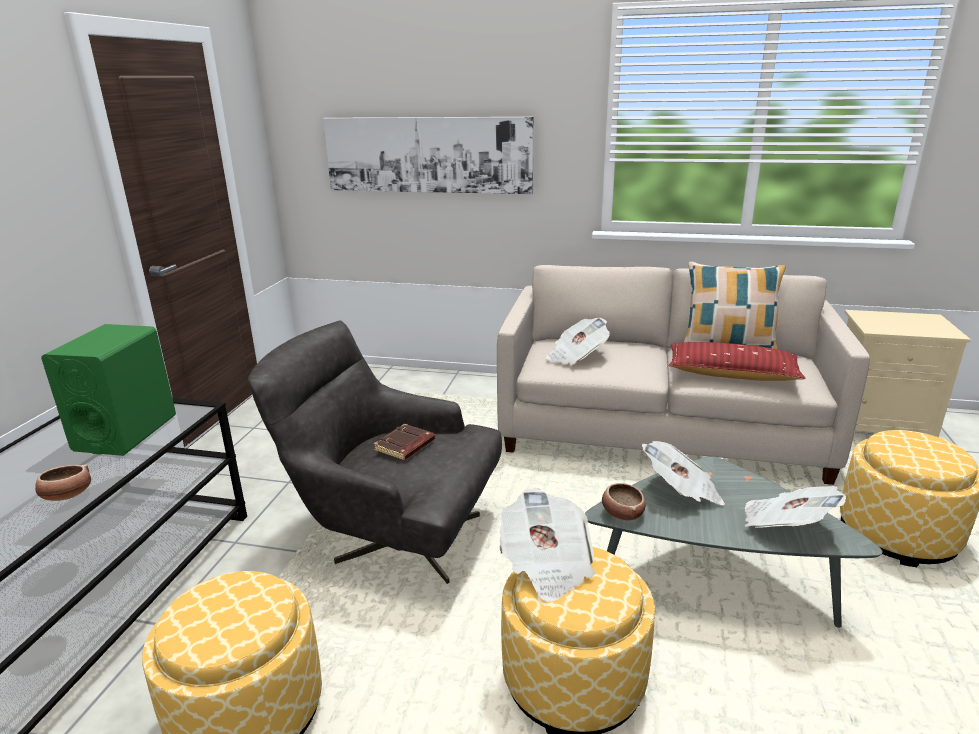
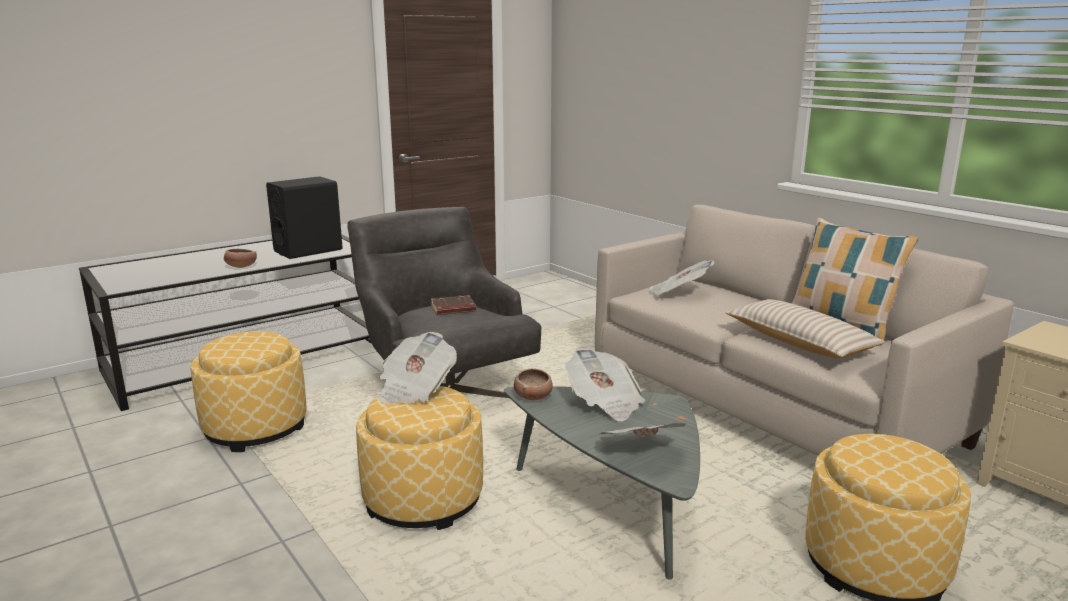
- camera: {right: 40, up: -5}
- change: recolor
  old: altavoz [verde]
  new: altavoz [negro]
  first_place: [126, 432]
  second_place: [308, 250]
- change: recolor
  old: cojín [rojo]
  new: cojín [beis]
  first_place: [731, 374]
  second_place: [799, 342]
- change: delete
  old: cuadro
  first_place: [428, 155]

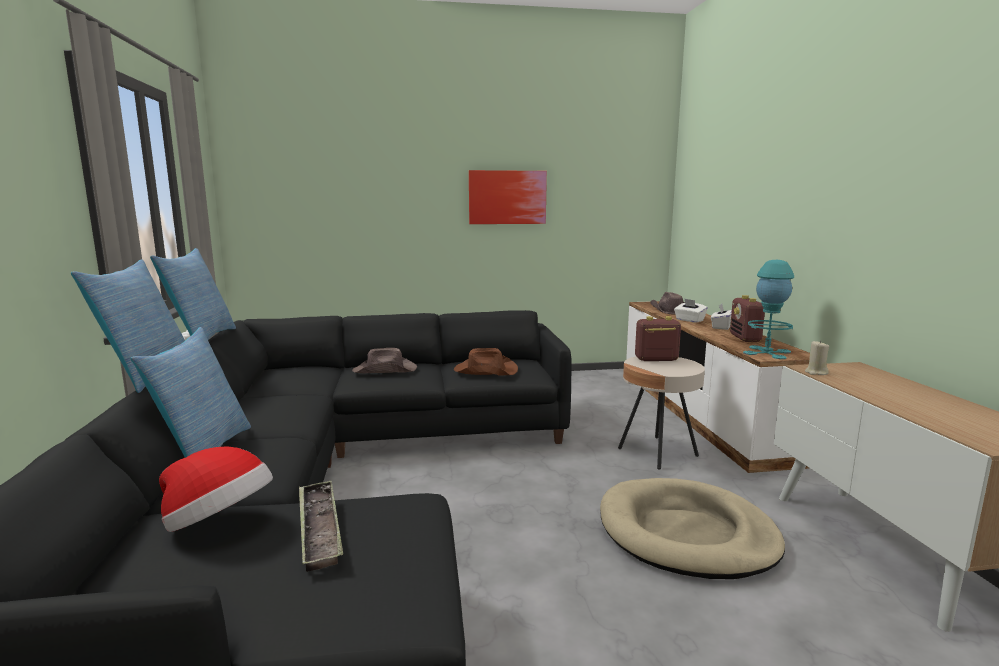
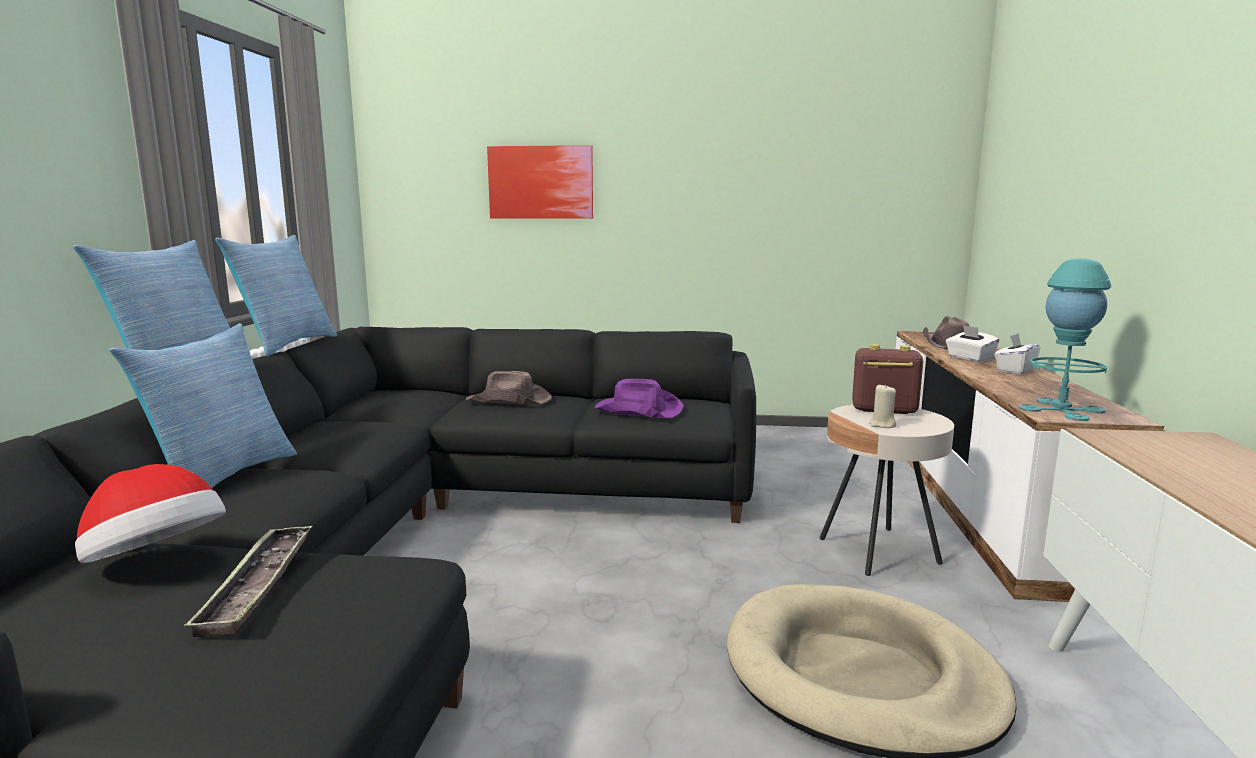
- camera: {right: 15, up: 0}
- change: move
  old: cuadro
  first_place: [507, 197]
  second_place: [541, 182]
- change: recolor
  old: sombrero [marrón]
  new: sombrero [morado]
  first_place: [485, 370]
  second_place: [638, 410]
- change: move
  old: vela [beis]
  first_place: [816, 372]
  second_place: [882, 425]
- change: delete
  old: radio
  first_place: [745, 338]

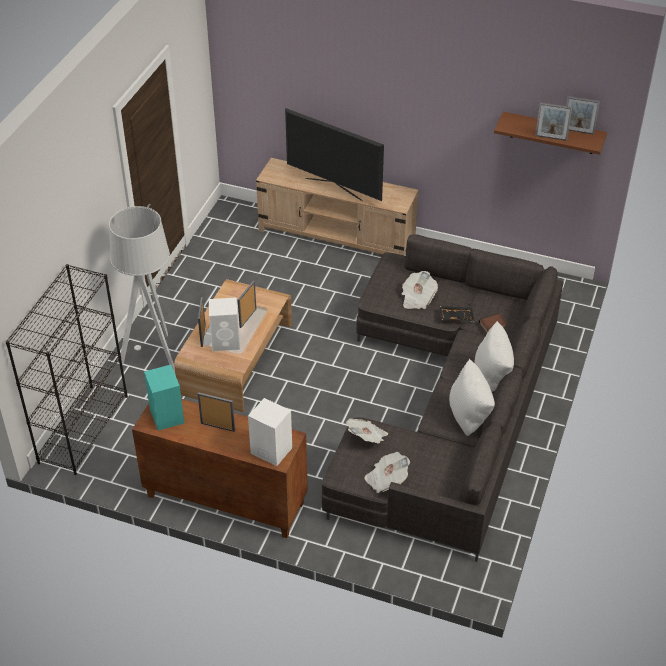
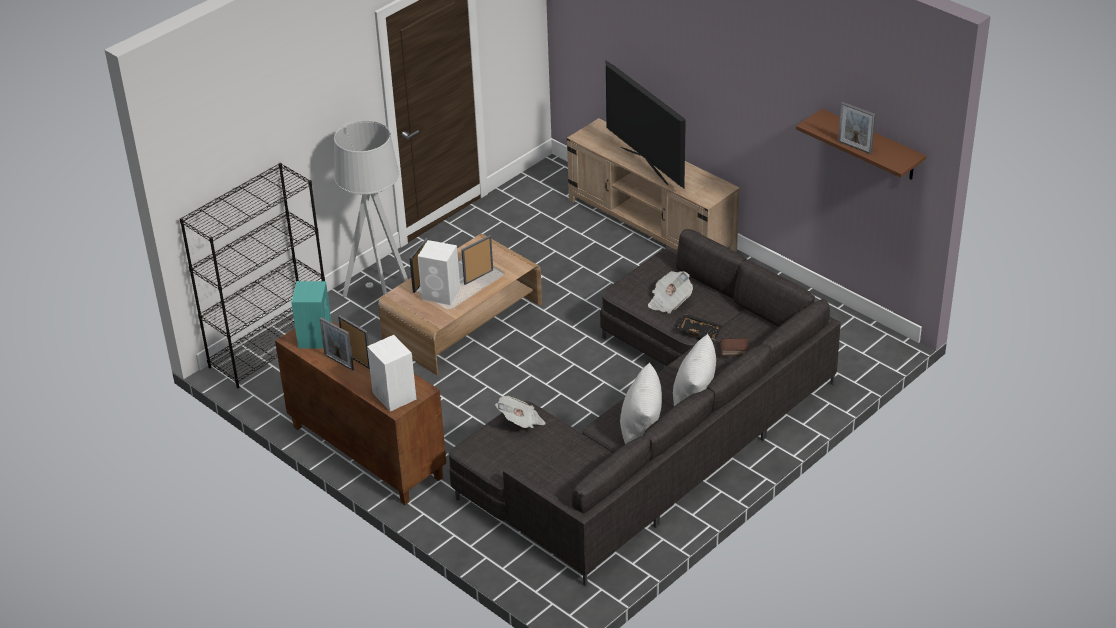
- camera: {right: 25, up: -5}
- change: move
  old: portarretratos
  first_place: [578, 131]
  second_place: [339, 362]
- change: delete
  old: periódico
  first_place: [386, 479]

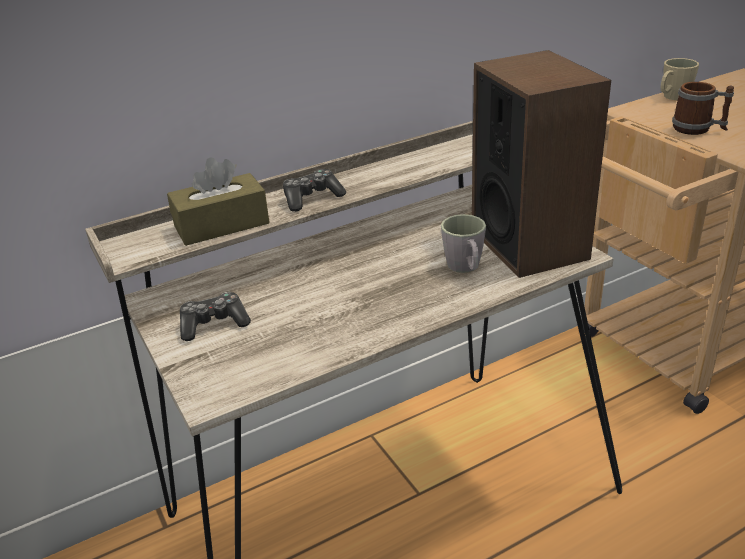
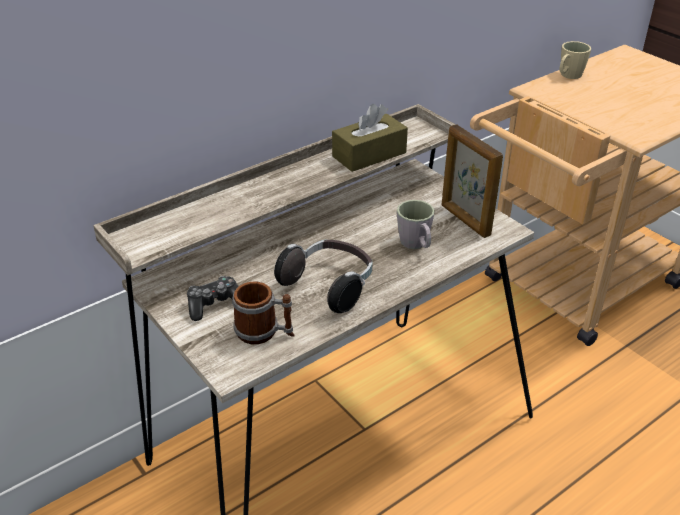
- camera: {right: -10, up: 5}
- change: move
  old: taza grande
  first_place: [698, 129]
  second_place: [264, 333]
- change: insert
  new: auriculares
  second_place: [329, 286]
- change: move
  old: caja de pañuelos [marrón]
  first_place: [221, 225]
  second_place: [369, 155]
- change: replace
  old: altavoz
  new: portarretratos
  first_place: [529, 244]
  second_place: [464, 220]
- change: delete
  old: mando de consola
  first_place: [312, 198]

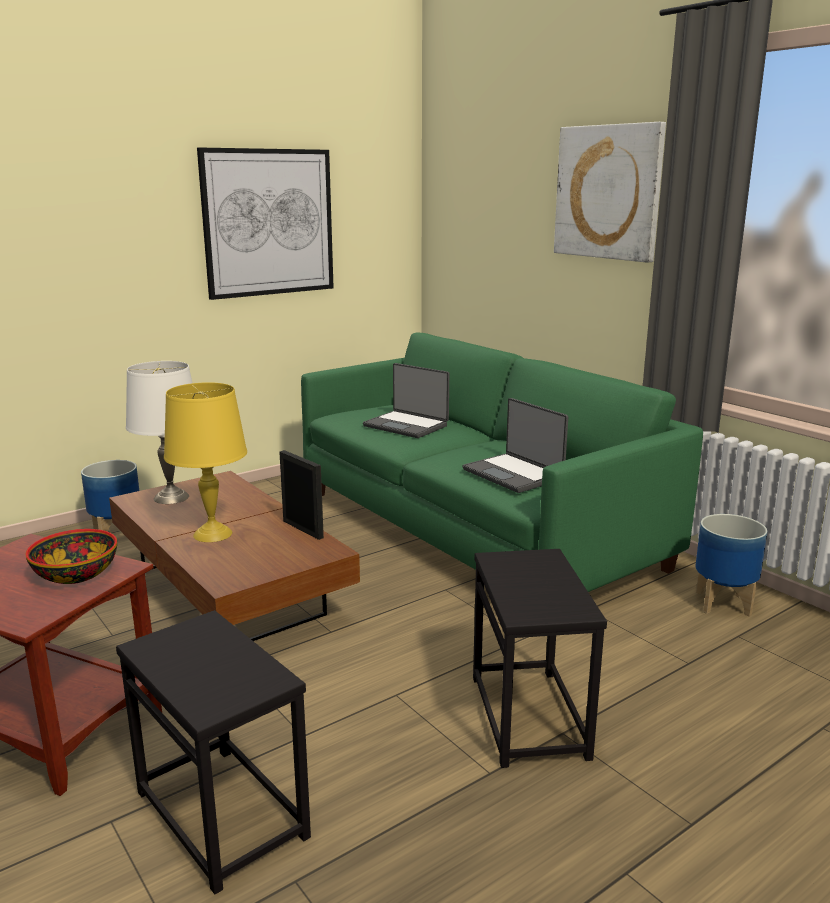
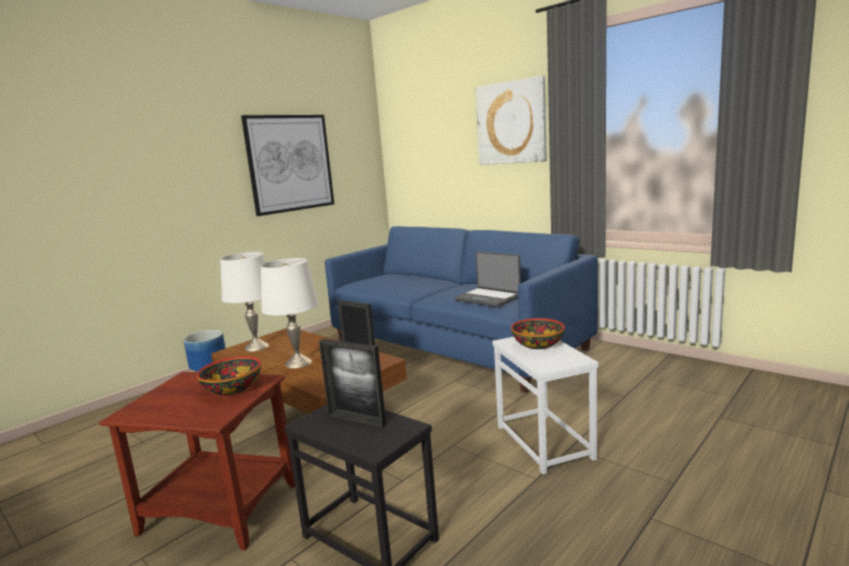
- camera: {right: -10, up: -5}
- change: recolor
  old: lámpara de mesa [amarillo]
  new: lámpara de mesa [blanco]
  first_place: [213, 534]
  second_place: [298, 362]
- change: insert
  new: portarretratos
  second_place: [356, 420]
- change: recolor
  old: sofá [verde]
  new: sofá [azul]
  first_place: [475, 529]
  second_place: [455, 344]
- change: recolor
  old: mesa auxiliar [negro]
  new: mesa auxiliar [blanco]
  first_place: [530, 716]
  second_place: [545, 442]
- change: insert
  new: cuenco
  second_place: [537, 345]
- change: delete
  old: portátil
  first_place: [407, 425]
- change: delete
  old: maceta
  first_place: [724, 603]

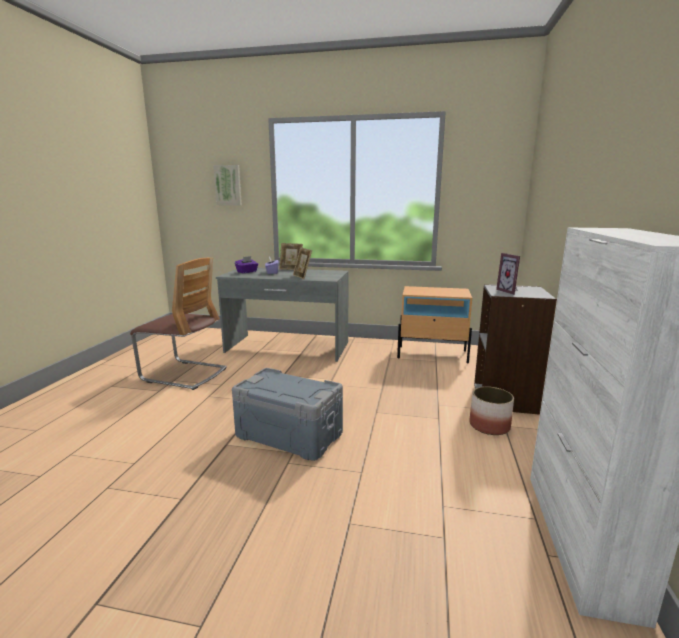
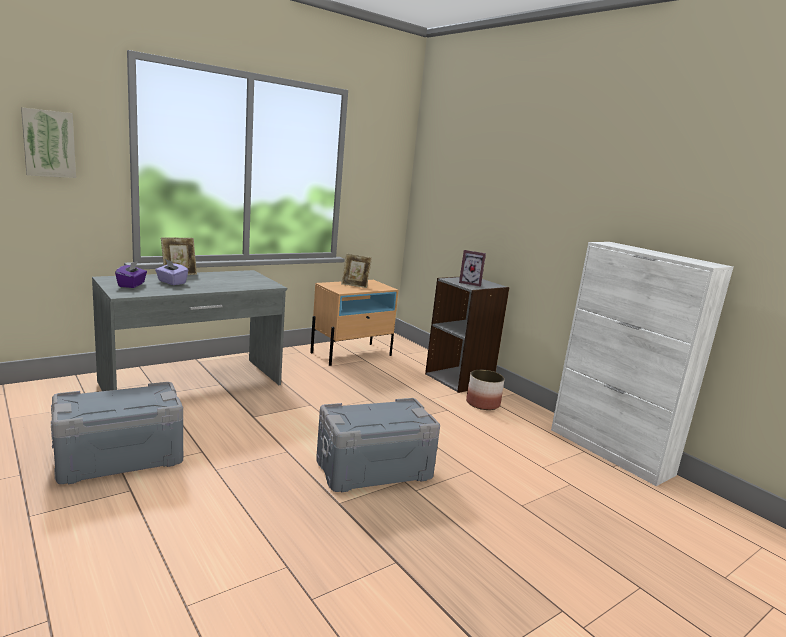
- camera: {right: -50, up: 0}
- change: replace
  old: silla
  new: caja de almacenaje [gris]
  first_place: [184, 374]
  second_place: [120, 458]
- change: move
  old: portarretratos
  first_place: [302, 277]
  second_place: [355, 285]

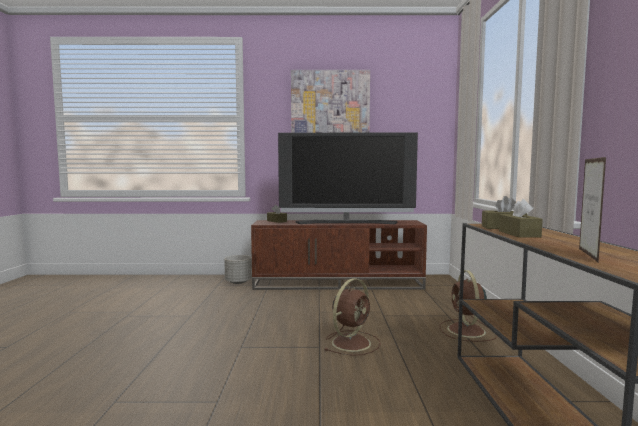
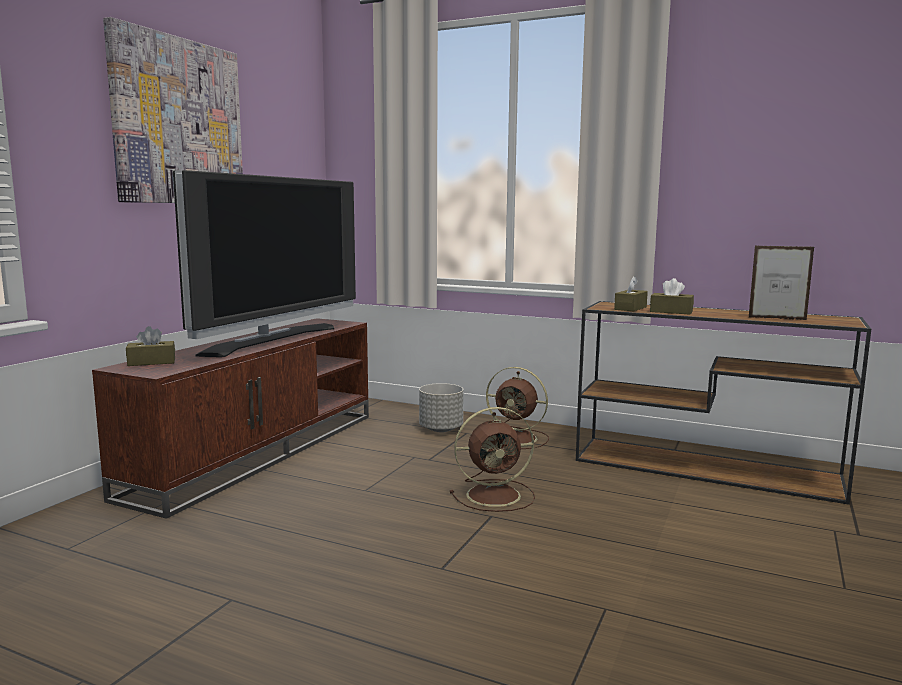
- camera: {right: -65, up: 5}
- change: move
  old: maceta [gris]
  first_place: [238, 282]
  second_place: [440, 429]
- change: rotate
  old: ventilador [marrón]
  first_place: [352, 342]
  second_place: [496, 495]
  degrees: 105
- change: rotate
  old: portarretratos
  first_place: [587, 255]
  second_place: [777, 318]
  degrees: 150

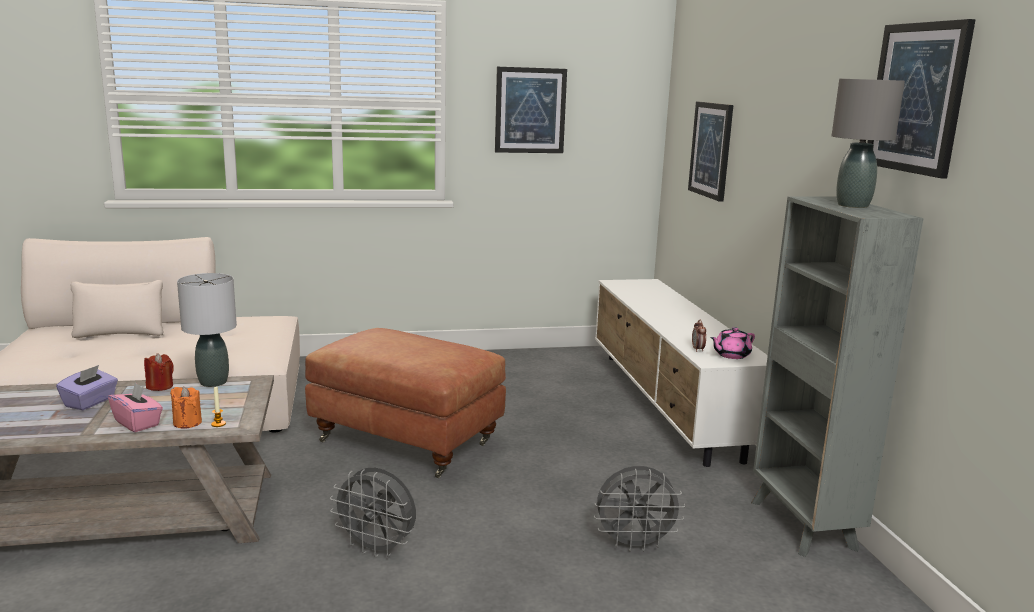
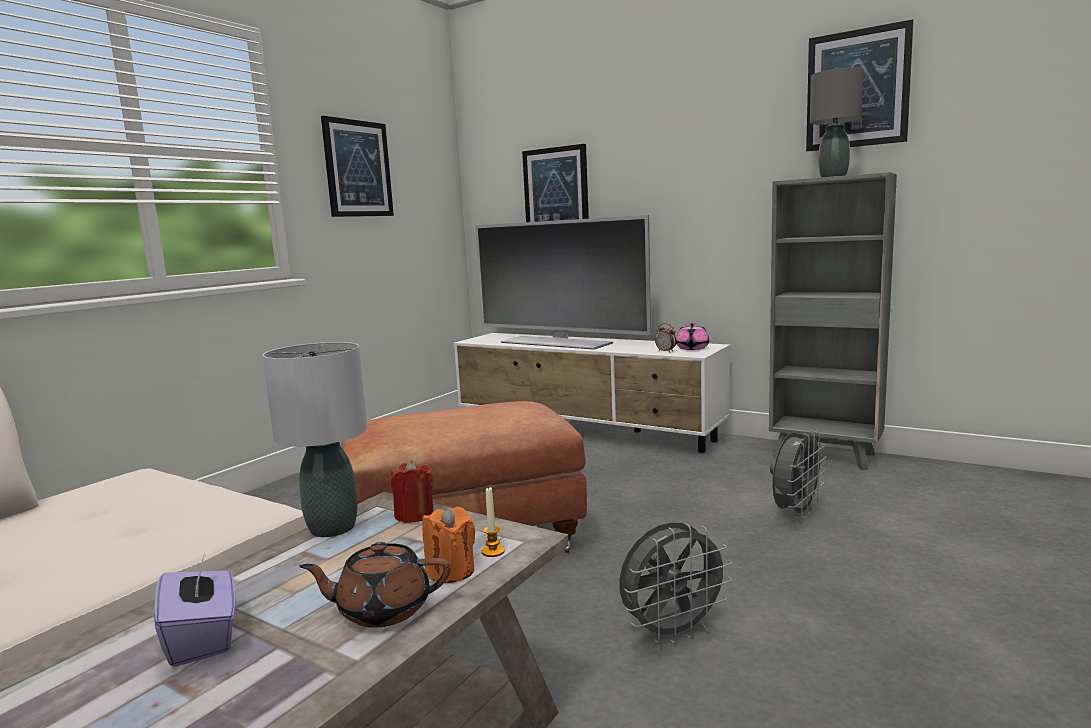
- camera: {right: -45, up: -5}
- change: replace
  old: caja de pañuelos [rosa]
  new: tetera [marrón]
  first_place: [137, 423]
  second_place: [382, 610]
- change: move
  old: vela [rojo]
  first_place: [160, 386]
  second_place: [414, 515]
- change: insert
  new: televisor
  second_place: [556, 342]

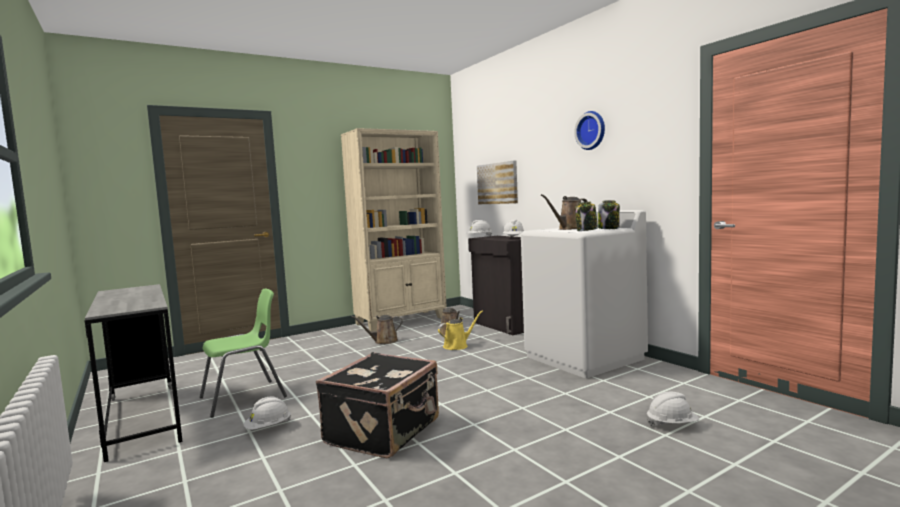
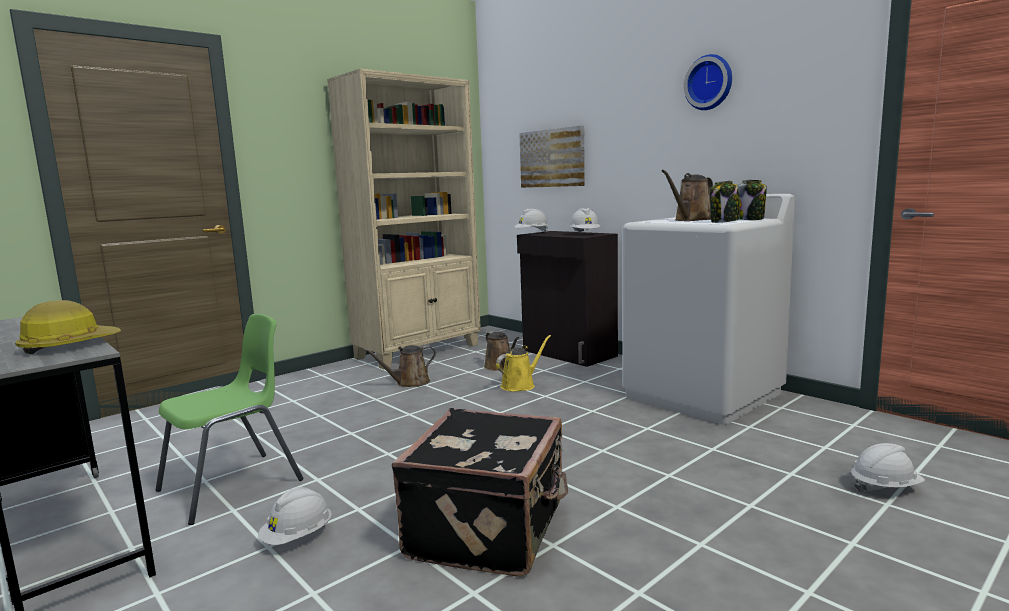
- camera: {right: -10, up: 5}
- change: insert
  new: casco
  second_place: [70, 345]

